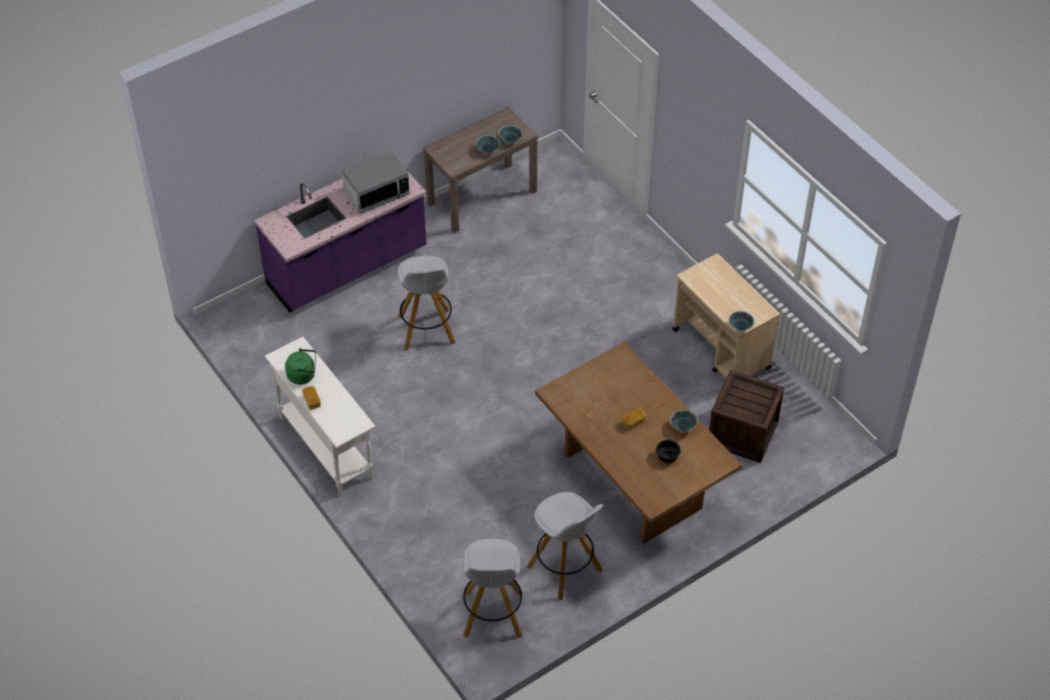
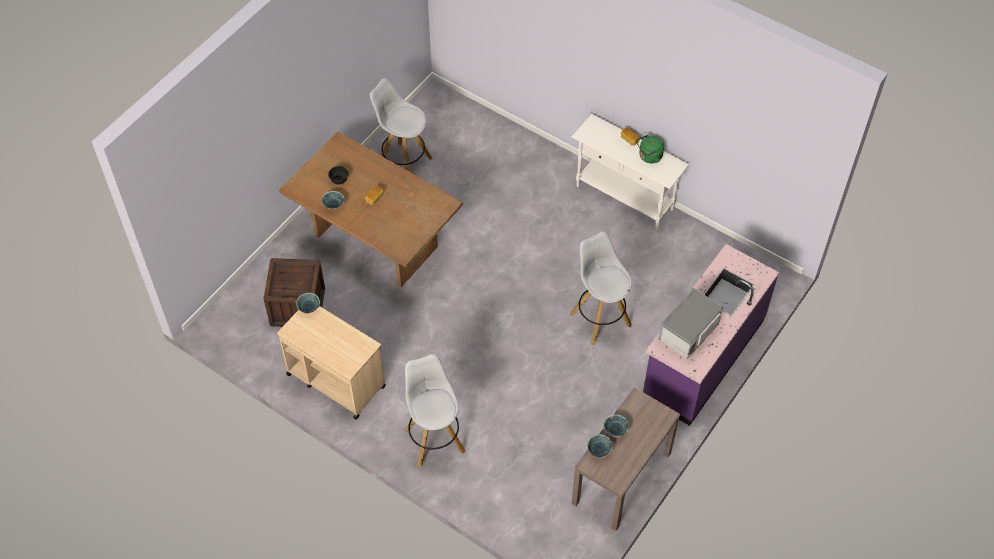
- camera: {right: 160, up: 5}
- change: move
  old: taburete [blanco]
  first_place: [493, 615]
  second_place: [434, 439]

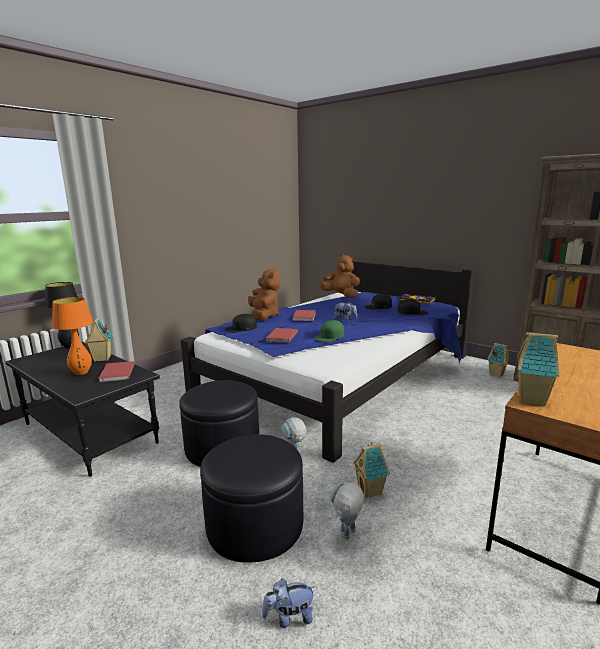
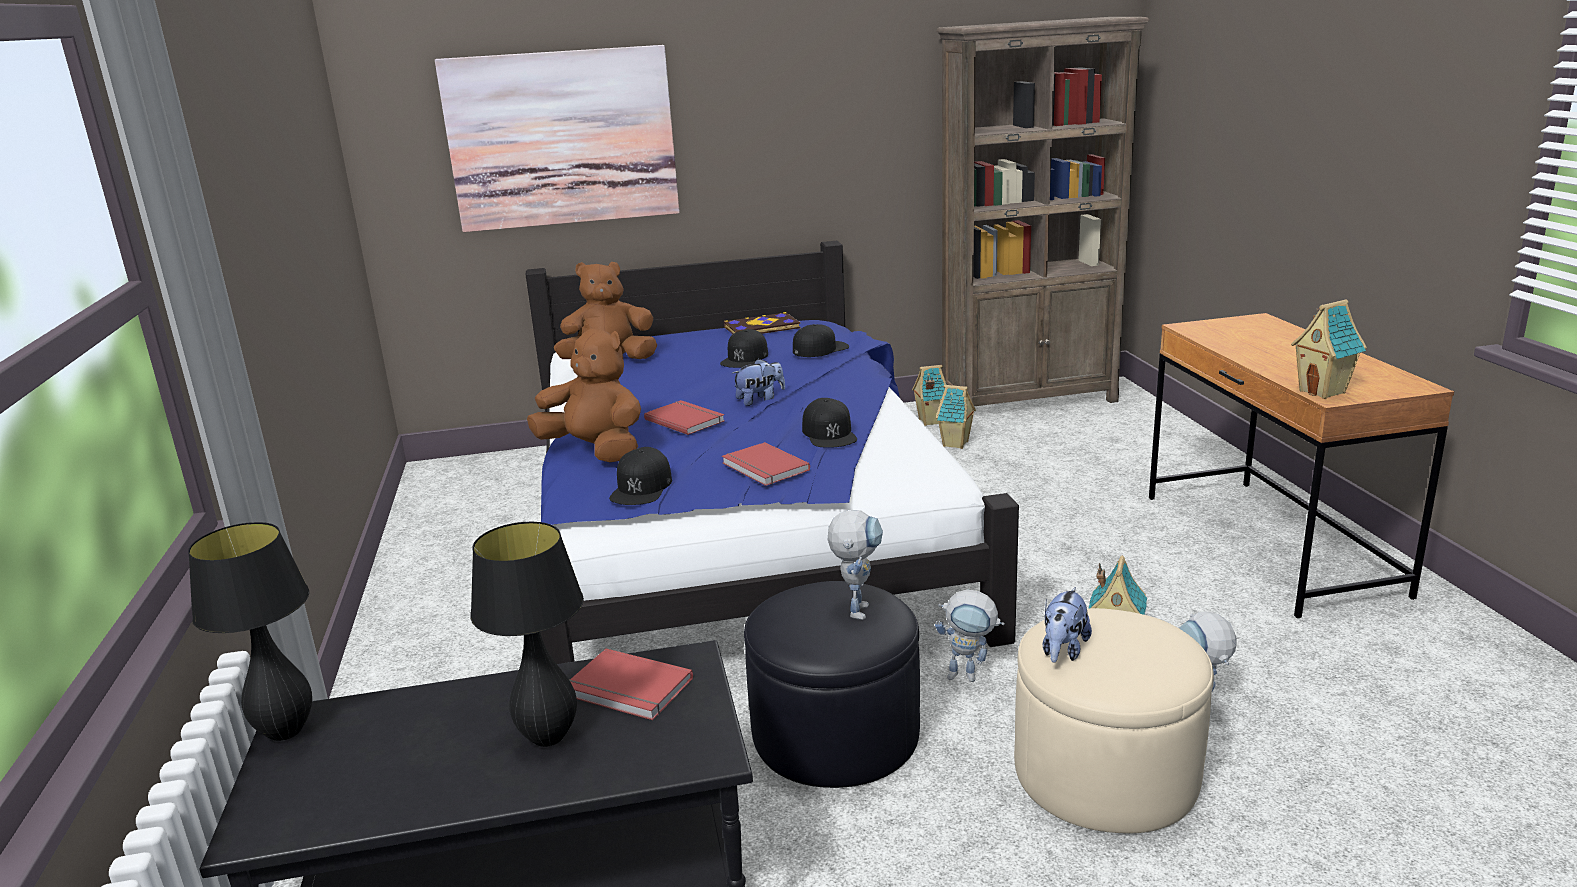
- camera: {right: -50, up: 5}
- change: insert
  new: cuadro
  second_place: [562, 138]
- change: recolor
  old: lámpara de mesa [naranja]
  new: lámpara de mesa [negro]
  first_place: [81, 373]
  second_place: [549, 738]
- change: recolor
  old: gorra [verde]
  new: gorra [negro]
  first_place: [329, 336]
  second_place: [829, 433]
- change: insert
  new: robot de juguete
  second_place: [857, 607]
- change: move
  old: casita
  first_place: [101, 359]
  second_place: [956, 444]
- change: recolor
  old: puf [negro]
  new: puf [beis]
  first_place: [255, 525]
  second_place: [1106, 773]
- change: move
  old: peluche
  first_place: [289, 617]
  second_place: [1063, 651]

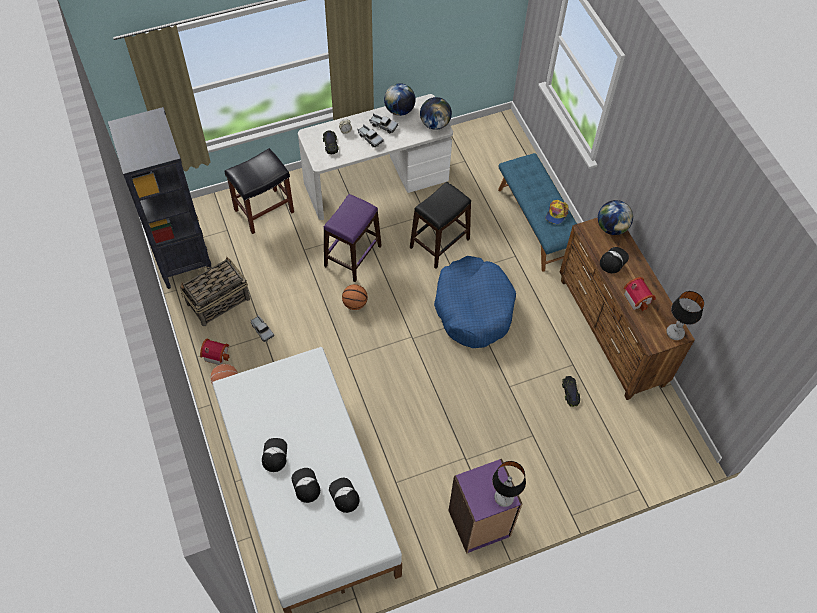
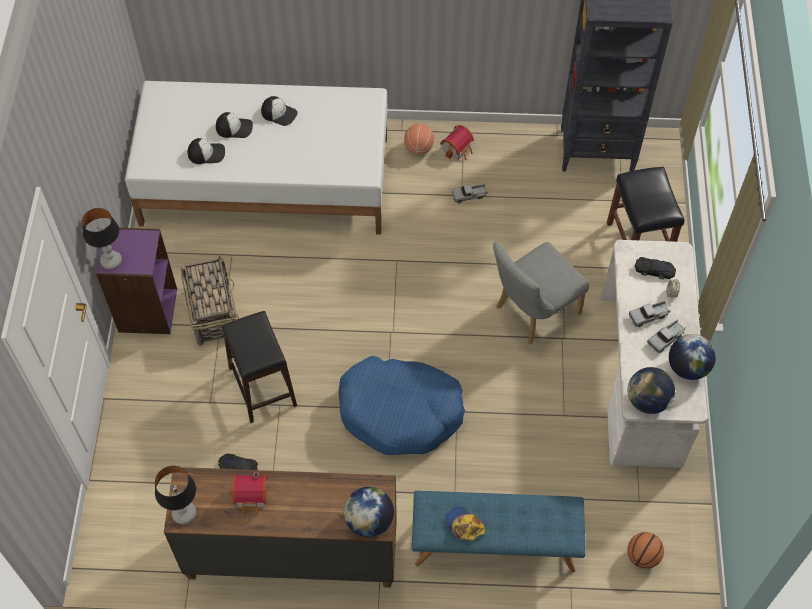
- camera: {right: 115, up: 0}
- change: move
  old: cesta
  first_place: [217, 302]
  second_place: [213, 312]
- change: move
  old: taburete [negro]
  first_place: [440, 243]
  second_place: [262, 387]
- change: replace
  old: taburete [morado]
  new: silla [gris]
  first_place: [353, 256]
  second_place: [532, 313]
- change: move
  old: balón de baloncesto
  first_place: [355, 303]
  second_place: [642, 556]
- change: delete
  old: gorra
  first_place: [613, 260]

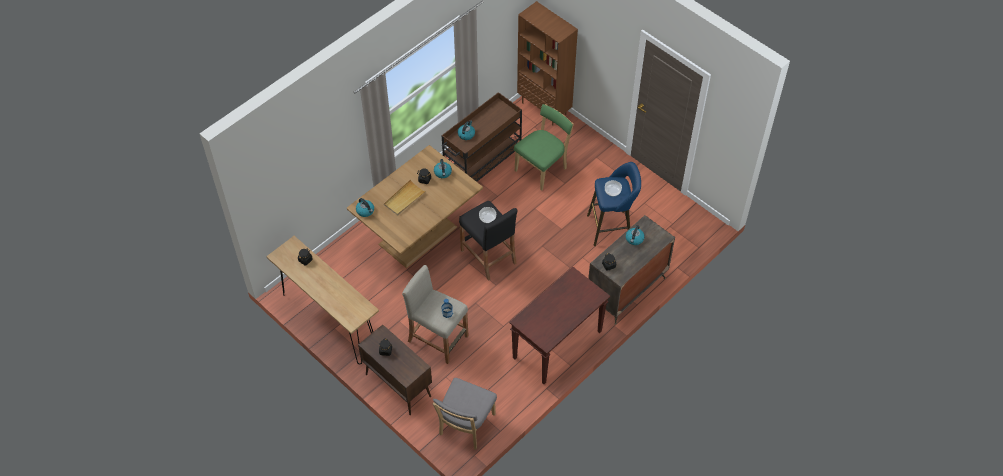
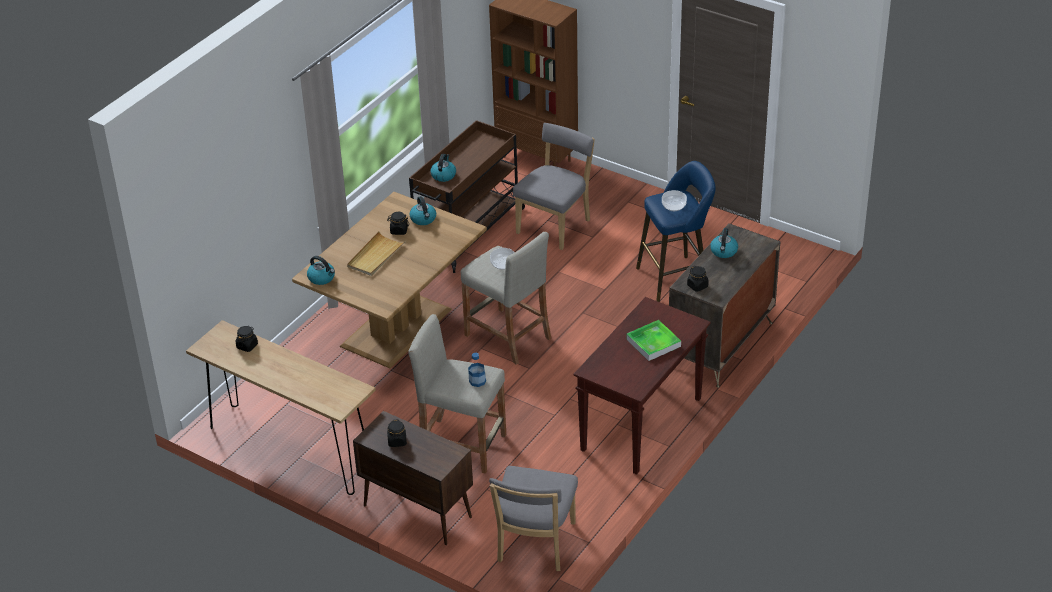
- camera: {right: -10, up: -15}
- change: recolor
  old: taburete [negro]
  new: taburete [beis]
  first_place: [488, 256]
  second_place: [508, 336]
- change: recolor
  old: silla [verde]
  new: silla [gris]
  first_place: [542, 168]
  second_place: [556, 225]
- change: insert
  new: bandeja
  second_place: [653, 343]

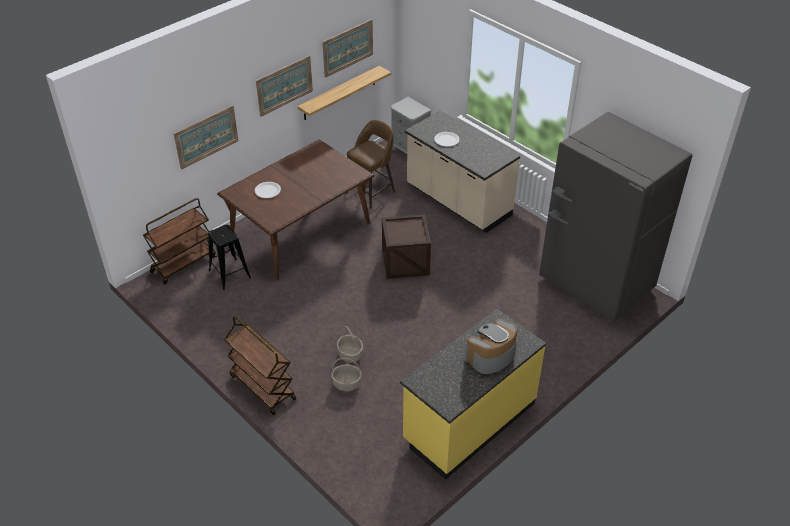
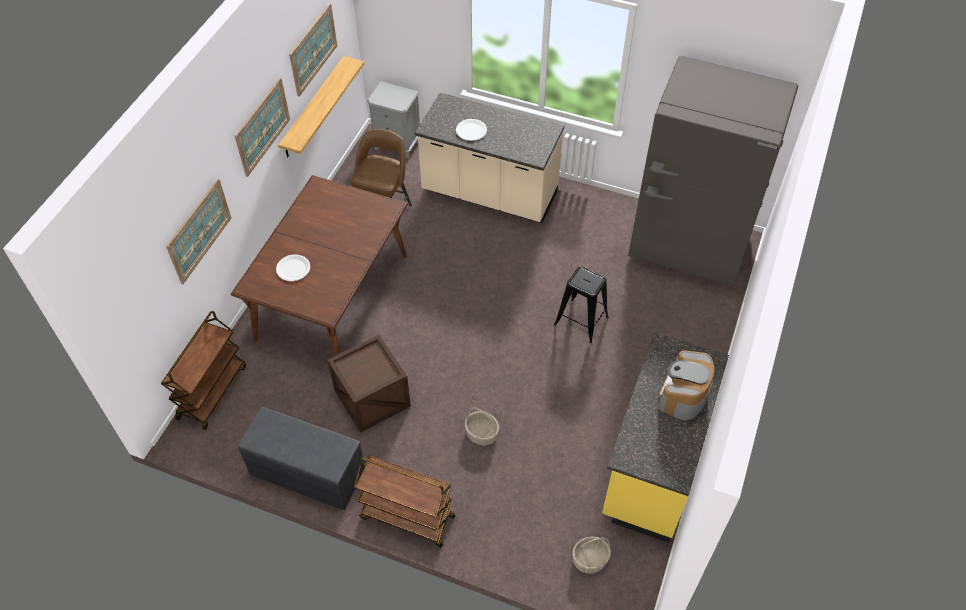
- camera: {right: -25, up: 10}
- change: insert
  new: banco [gris]
  second_place: [306, 472]
- change: move
  old: caja de embalaje
  first_place: [405, 262]
  second_place: [372, 398]
- change: move
  old: taburete [negro]
  first_place: [229, 274]
  second_place: [581, 320]
- change: move
  old: cesta
  first_place: [346, 384]
  second_place: [589, 560]

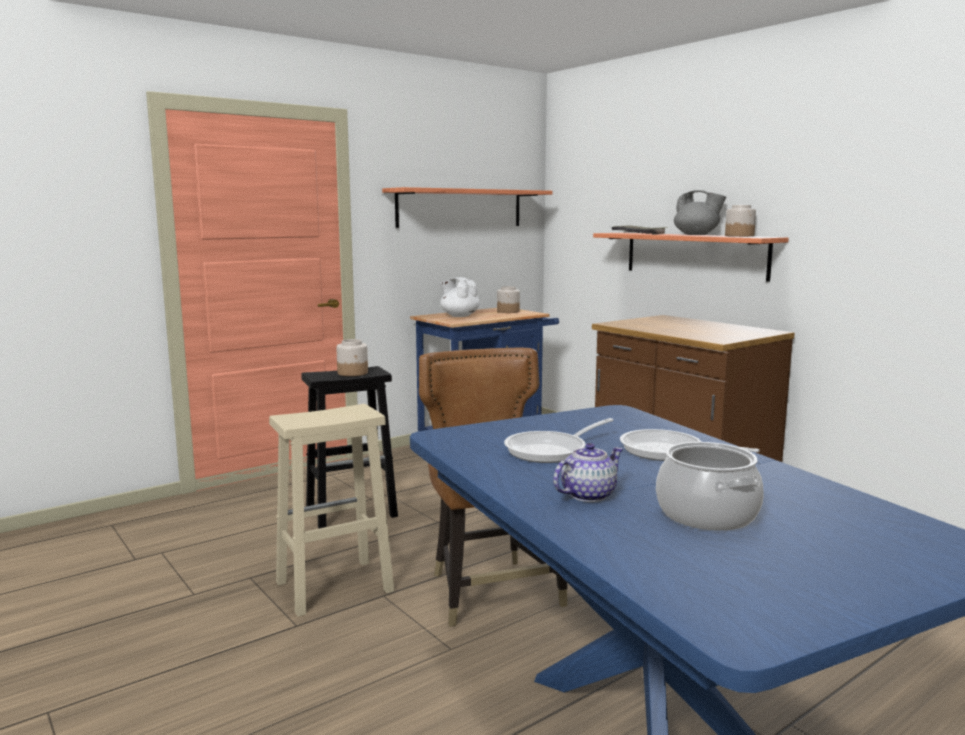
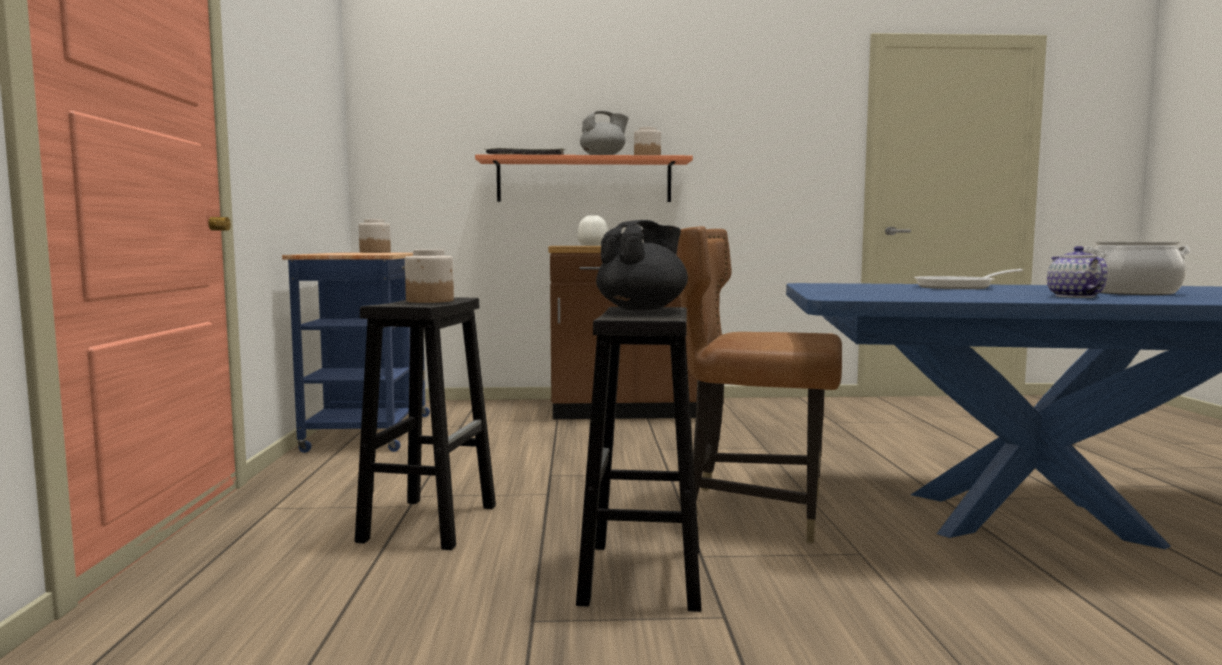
- camera: {right: -55, up: -5}
- change: recolor
  old: taburete [beis]
  new: taburete [negro]
  first_place: [332, 587]
  second_place: [643, 576]
- change: insert
  new: florero [blanco]
  second_place: [592, 245]
- change: insert
  new: tetera [negro]
  second_place: [643, 309]
- change: delete
  old: estante
  first_place: [460, 208]
- change: delete
  old: tetera [blanco]
  first_place: [459, 316]
- change: delete
  old: sartén
  first_place: [551, 451]

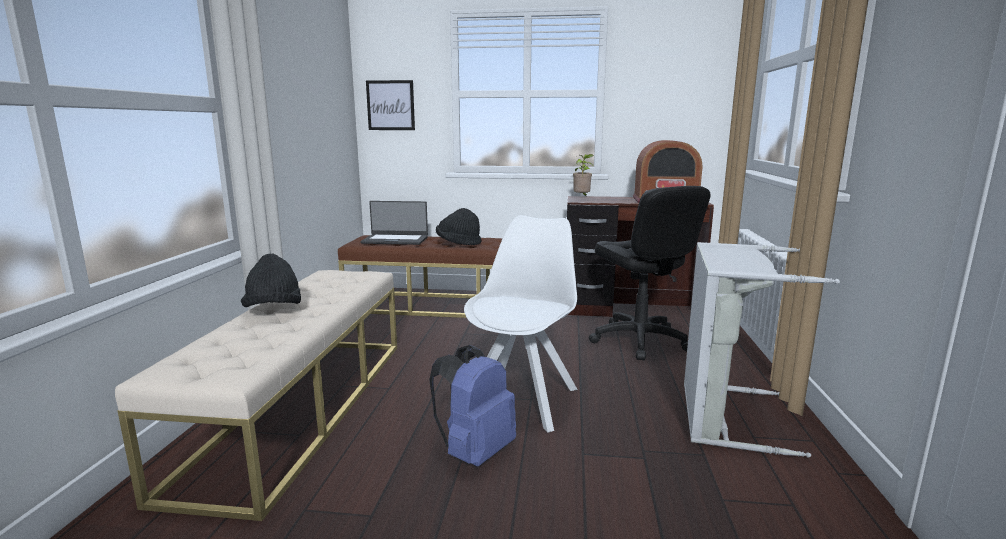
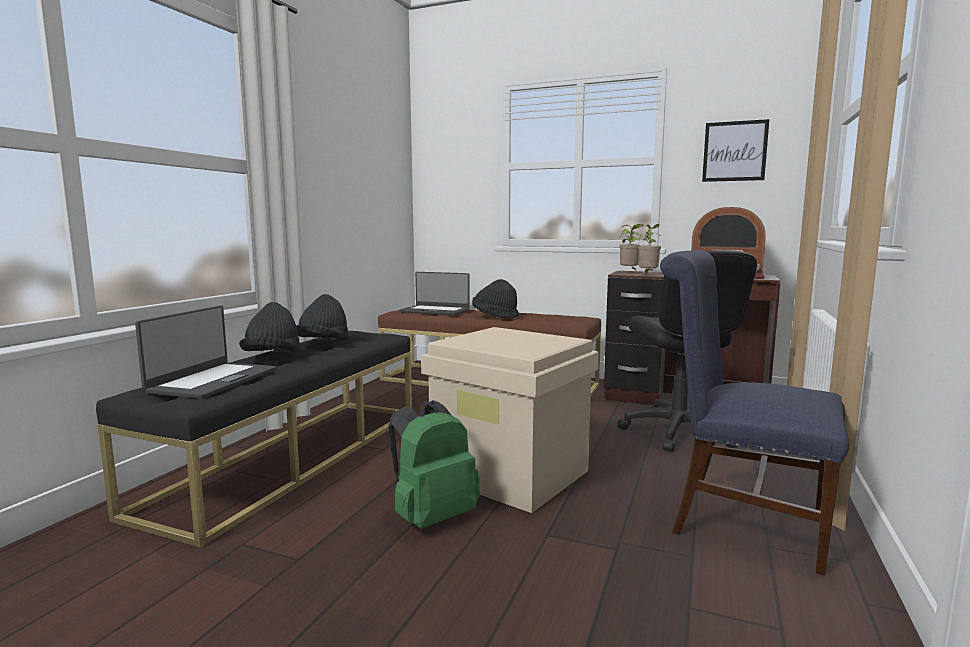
- camera: {right: 15, up: -5}
- change: recolor
  old: banco [beis]
  new: banco [negro]
  first_place: [301, 407]
  second_place: [294, 456]
- change: insert
  new: portátil
  second_place: [213, 380]
- change: insert
  new: sombrero [negro]
  second_place: [323, 343]
- change: recolor
  old: mochila [azul]
  new: mochila [verde]
  first_place: [475, 452]
  second_place: [432, 517]
- change: replace
  old: silla [blanco]
  new: caja de almacenaje [beis]
  first_place: [522, 398]
  second_place: [511, 474]
- change: insert
  new: planta en maceta
  second_place: [648, 275]
- change: replace
  old: cesto de la ropa [gris]
  new: silla [azul]
  first_place: [721, 415]
  second_place: [738, 518]
- change: move
  old: cuadro
  first_place: [390, 105]
  second_place: [734, 151]

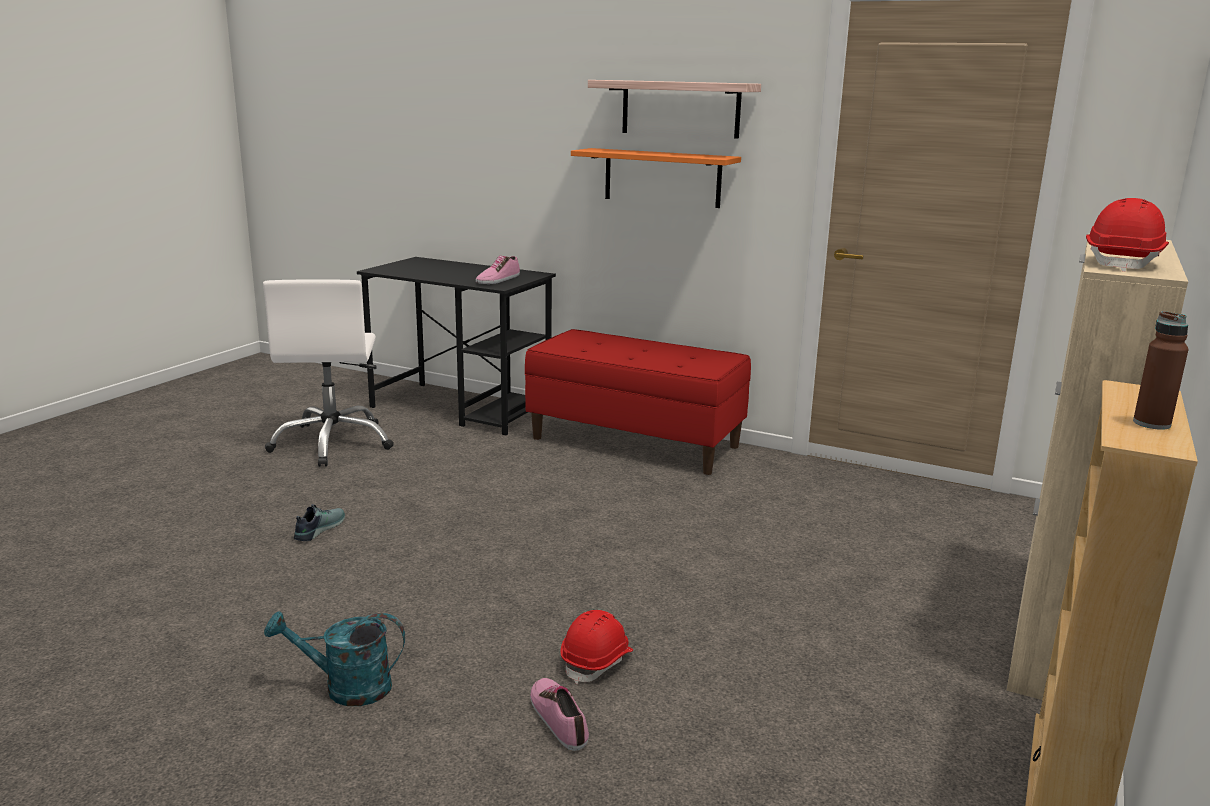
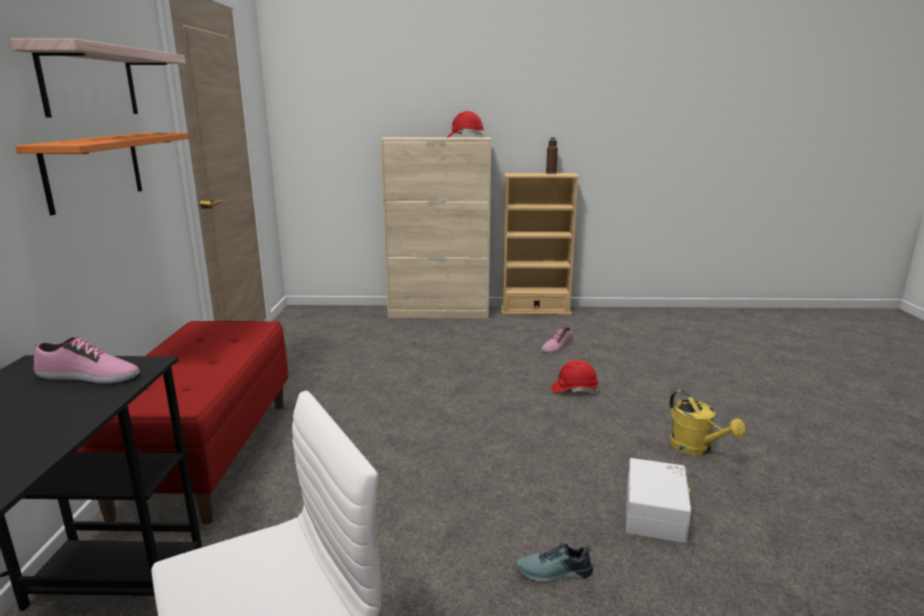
- camera: {right: -115, up: 0}
- change: move
  old: zapato
  first_place: [559, 718]
  second_place: [557, 346]
- change: insert
  new: caja de almacenaje [blanco]
  second_place: [657, 513]
- change: recolor
  old: regadera [turquesa]
  new: regadera [amarillo]
  first_place: [346, 688]
  second_place: [696, 448]

